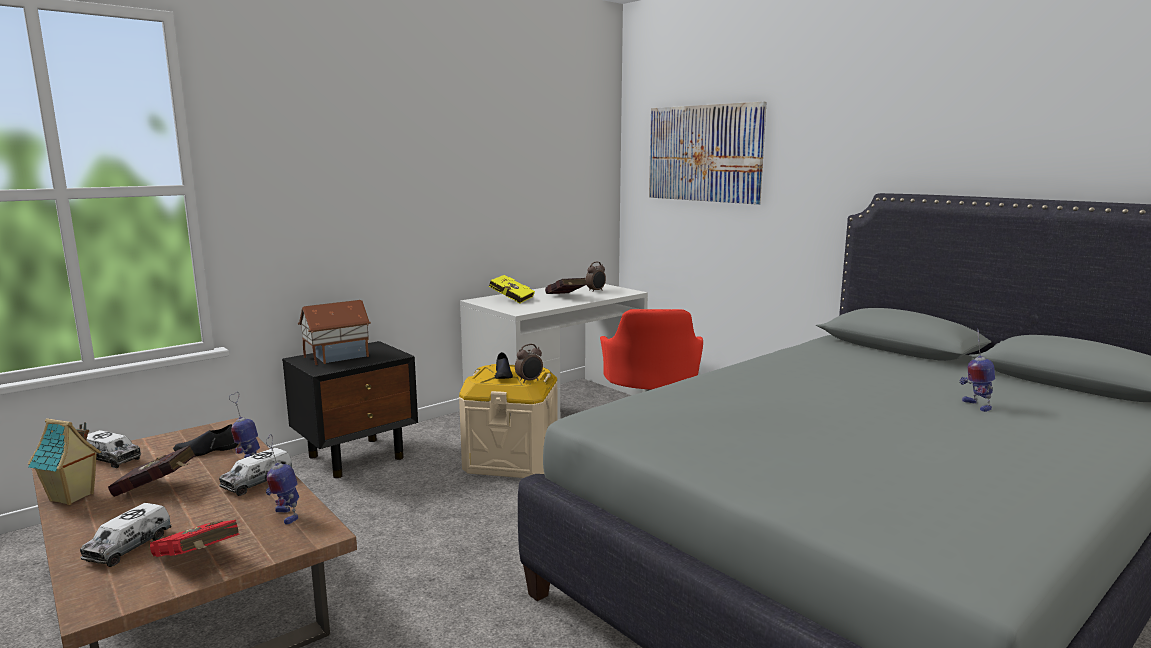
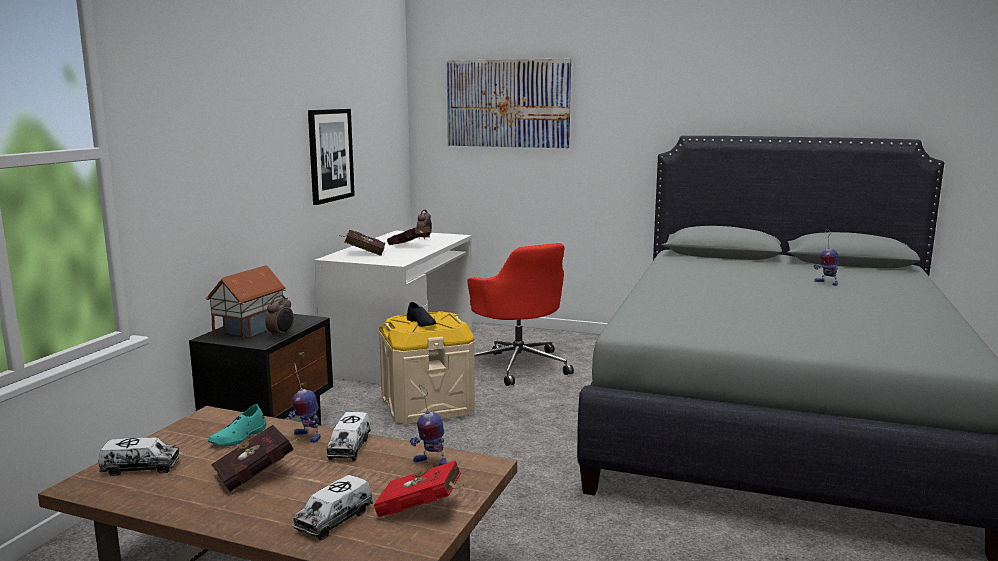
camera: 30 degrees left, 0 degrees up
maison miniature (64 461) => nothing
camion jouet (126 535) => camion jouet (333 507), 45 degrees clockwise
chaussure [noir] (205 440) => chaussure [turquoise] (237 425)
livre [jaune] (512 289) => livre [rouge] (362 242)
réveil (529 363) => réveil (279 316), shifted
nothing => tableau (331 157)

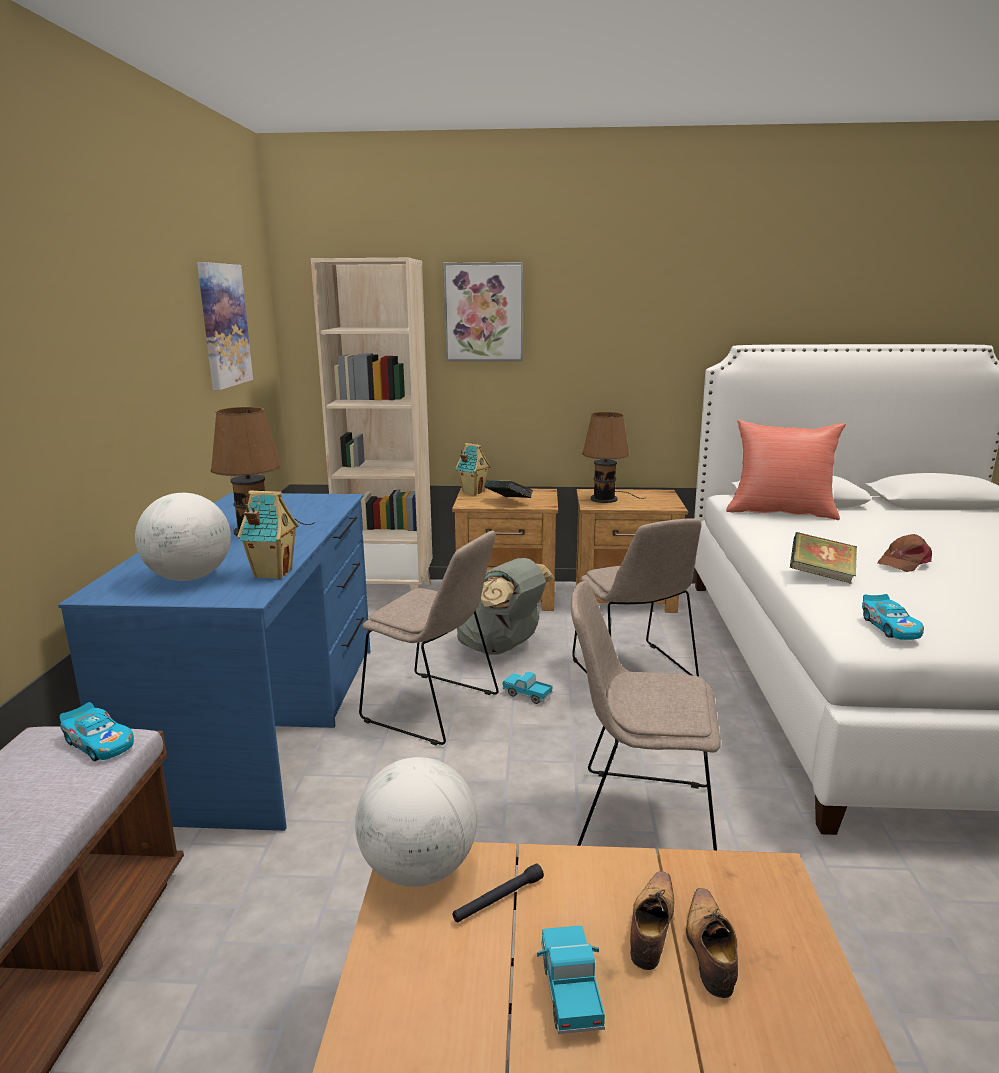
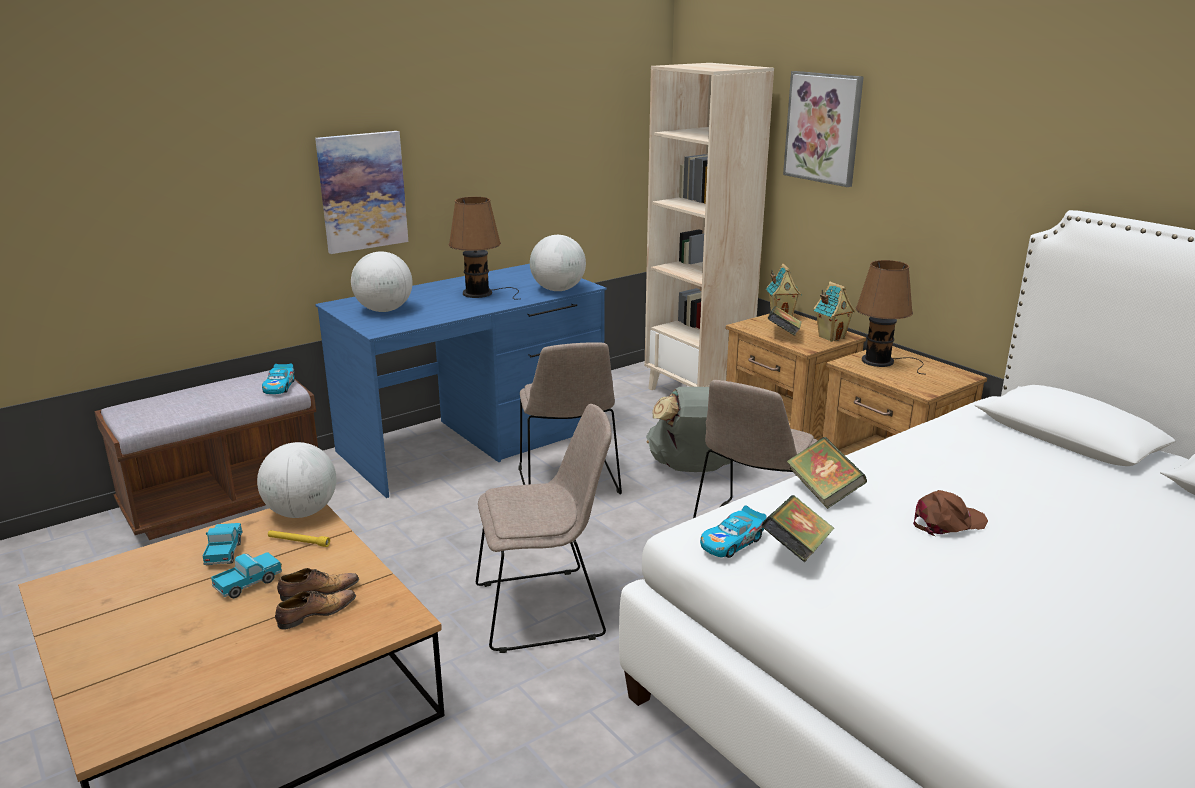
camera: 50 degrees right, 5 degrees up
tableau (225 326) => tableau (361 192), shifted
maison miniature (268 534) => maison miniature (834 312), shifted
lampe de poche [noir] (498 892) => lampe de poche [jaune] (299 538)
camion jouet (527 688) => camion jouet (223 544), shifted
chaise [beige] (646 715) => chaise [beige] (544 528), 105 degrees clockwise
coussin [rouge] (786 470) => nothing
casquette [marron] (904 553) => casquette [marron] (950 513), 150 degrees clockwise
nothing => globe (558 263)
nothing => livre (797 529)

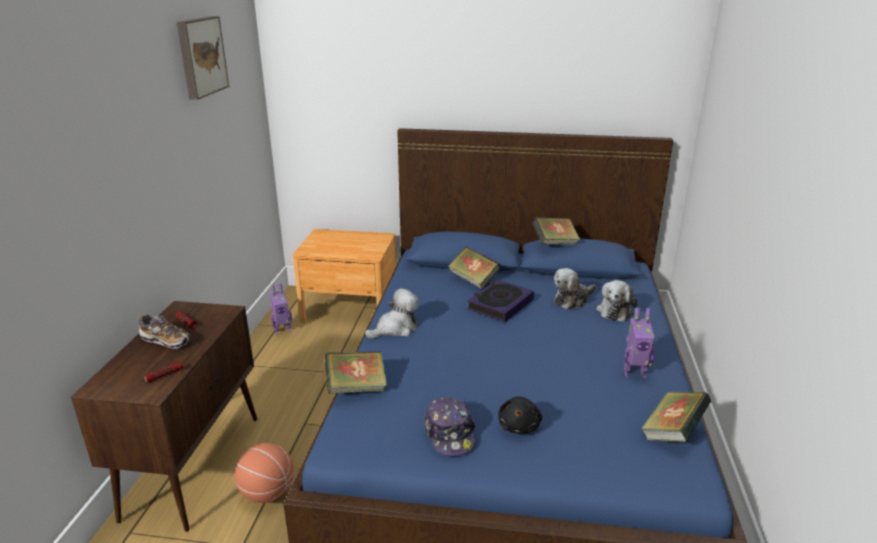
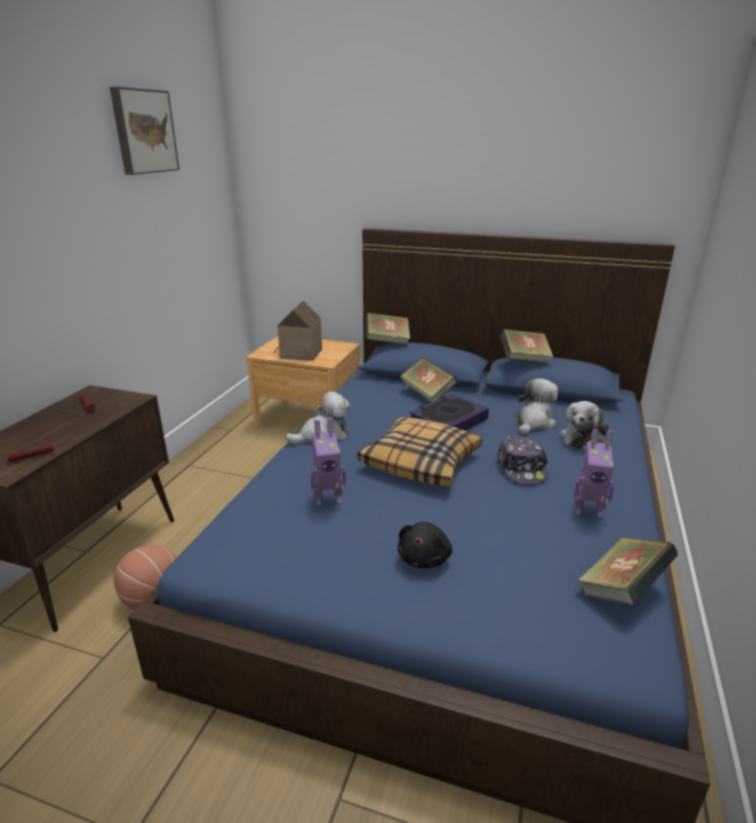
camera: 10 degrees right, 0 degrees up
chaussure (164 331) => nothing
robot jouet (281 309) => robot jouet (328 462), shifted
livre (356 372) => livre (387 328), shifted
casquette (450 427) => casquette (522 460), shifted
peluche (575 289) => peluche (537 407), 150 degrees clockwise
nothing => maison miniature (298 330)
nothing => coussin (420 451)

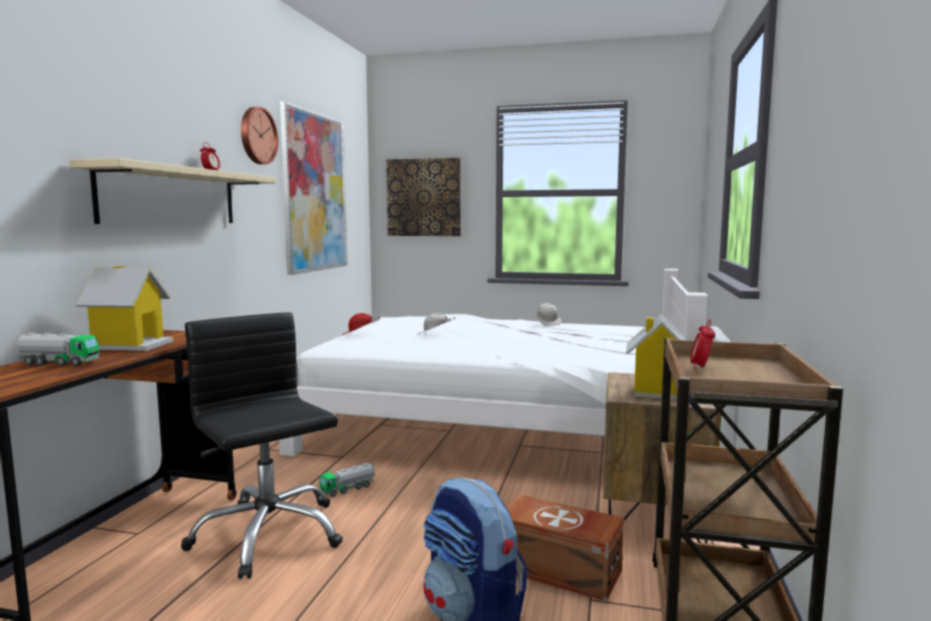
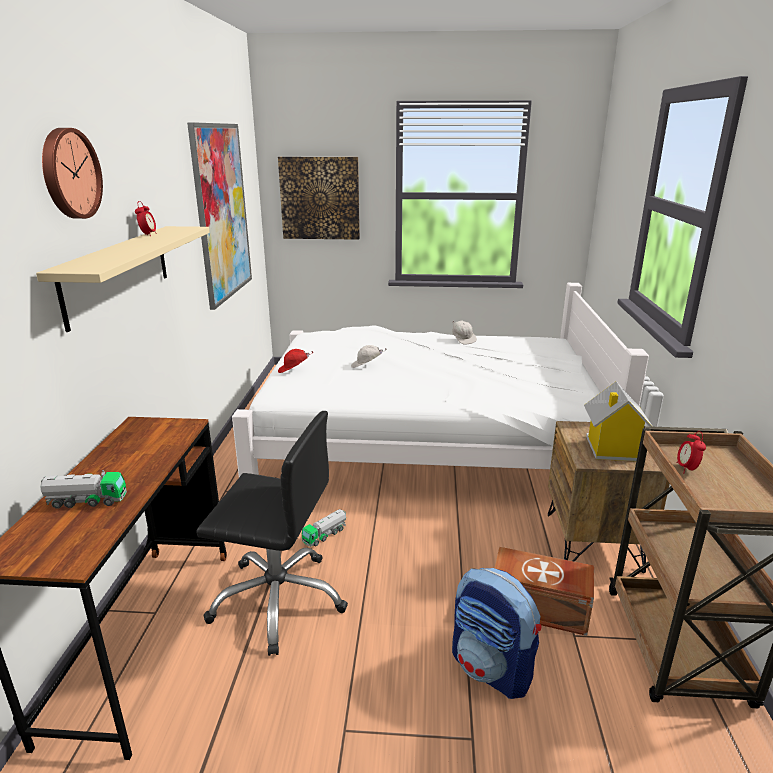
camera: 10 degrees left, 15 degrees up
maison miniature (124 308) => nothing
chaise de bureau [noir] (262 445) => chaise de bureau [noir] (272 533), 150 degrees clockwise
horloge murale (259 135) => horloge murale (72 173), shifted

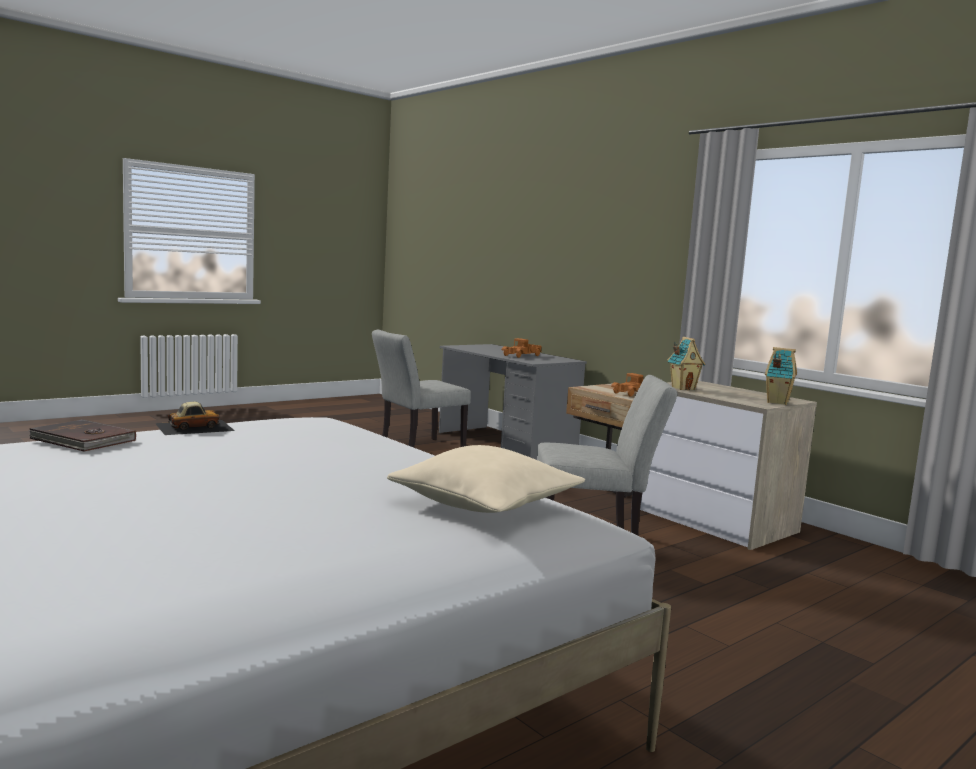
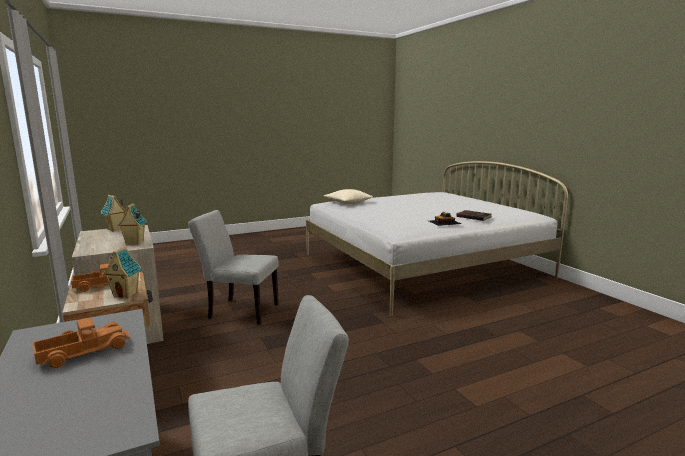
camera: 165 degrees left, 5 degrees up
nothing => maison miniature (122 272)

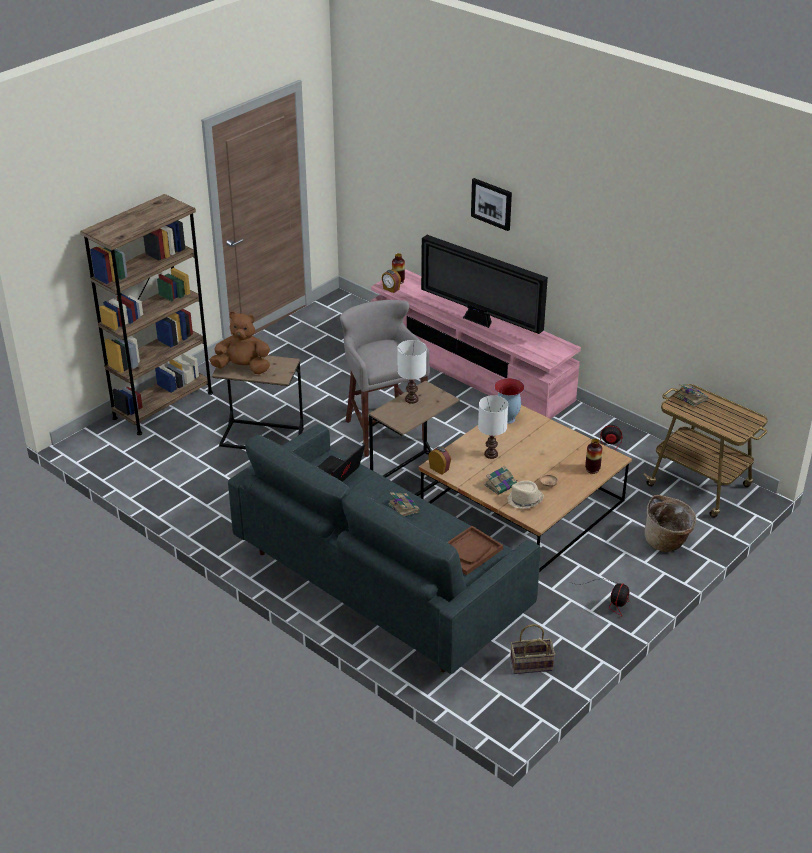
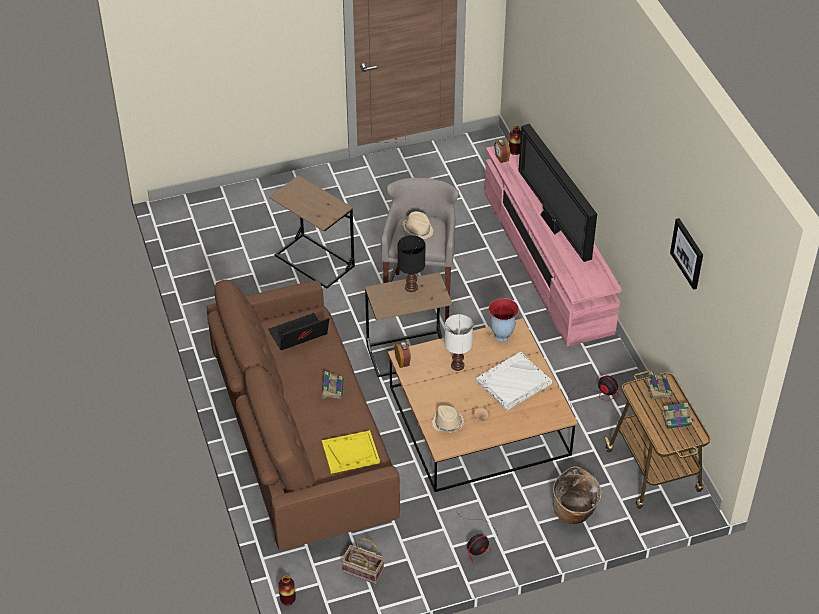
camera: 30 degrees right, 10 degrees up
bibliothèque [marron] (146 314) => nothing
peluche [marron] (239 342) => nothing
canapé [gris] (384 549) => canapé [marron] (303 415)
lampe de table [blanc] (411 372) => lampe de table [noir] (412 263)
plateau [marron] (475 550) => plateau [jaune] (351 452)
tableau (491 204) => tableau (686 254), shifted
livre (501 480) => livre (677 416), shifted
vase (594 456) => vase (287 590), shifted
nothing => chapeau [beige] (417 225)
nothing => plateau [blanc] (514 381)

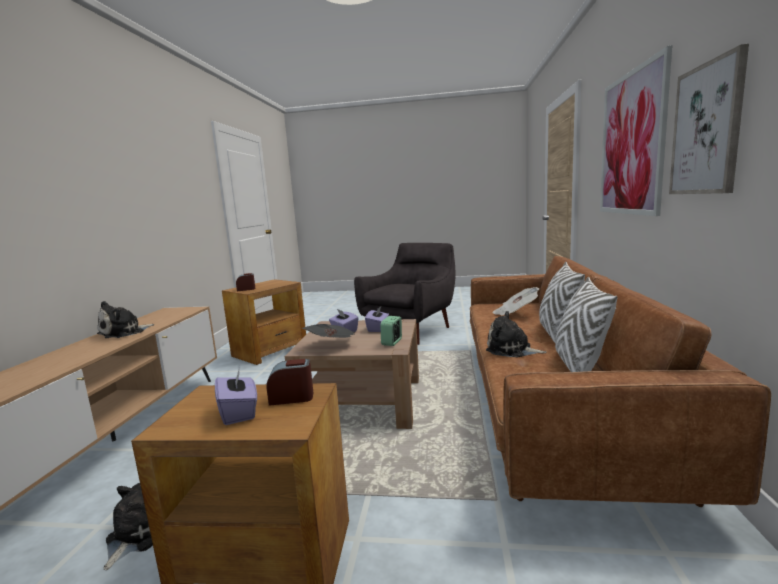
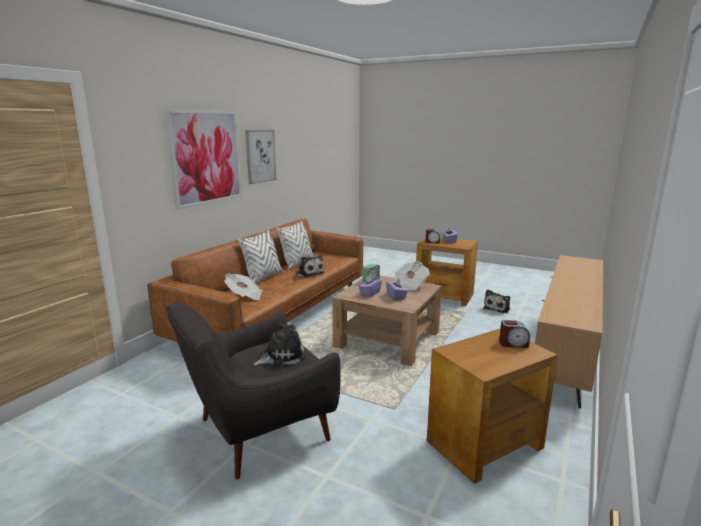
camera: 160 degrees left, 5 degrees up
peluche (125 319) => peluche (279 344), shifted

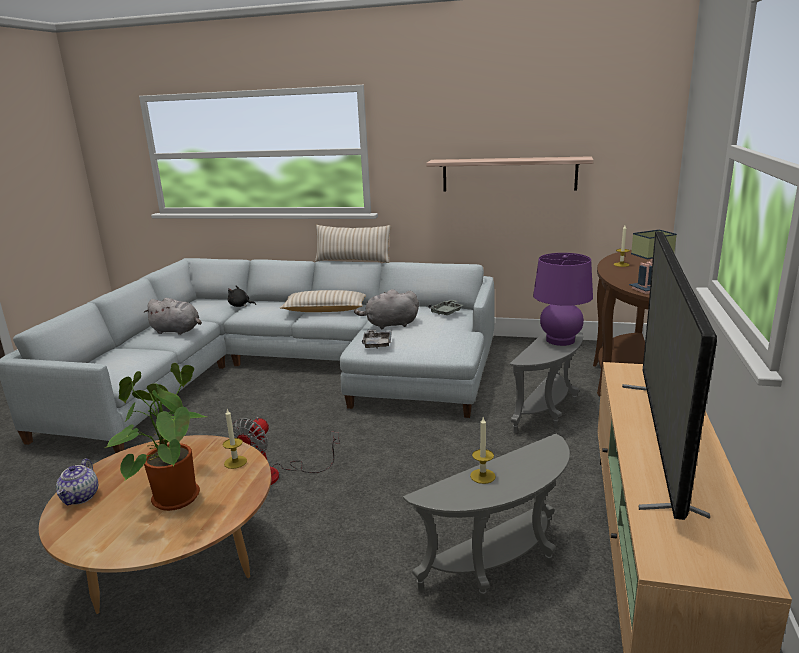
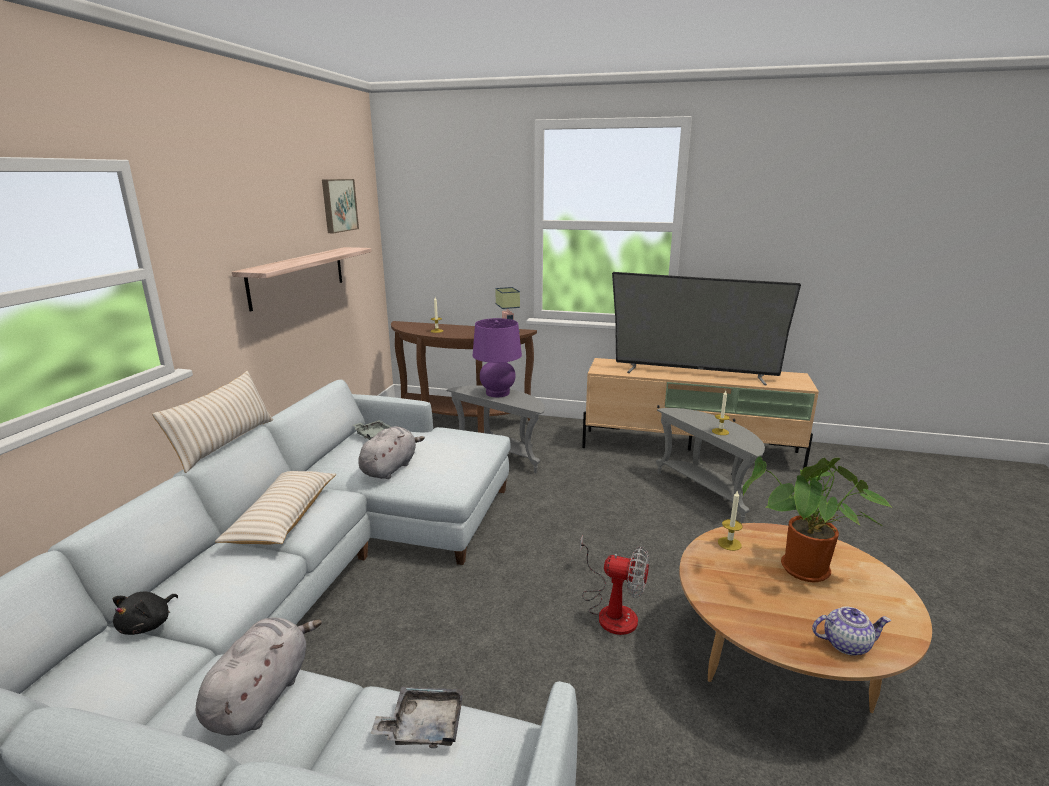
camera: 90 degrees left, 0 degrees up
peluche [gris] (386 309) => peluche [gris] (391 452), 150 degrees counterclockwise
plateau [gris] (377 339) => plateau [gris] (416 717), shifted
nothing => tableau (340 206)

